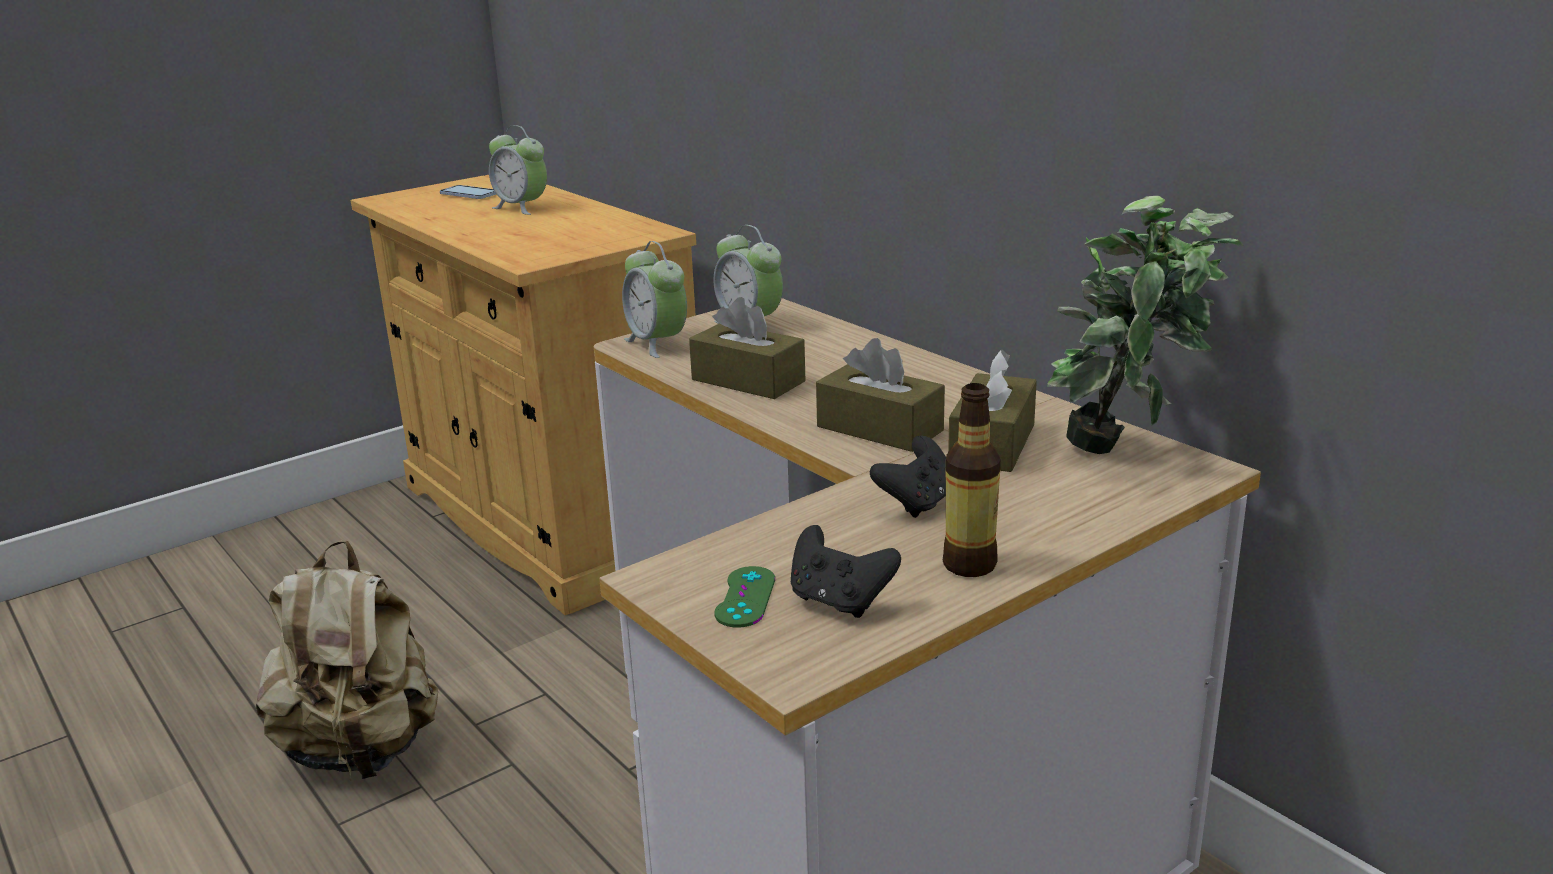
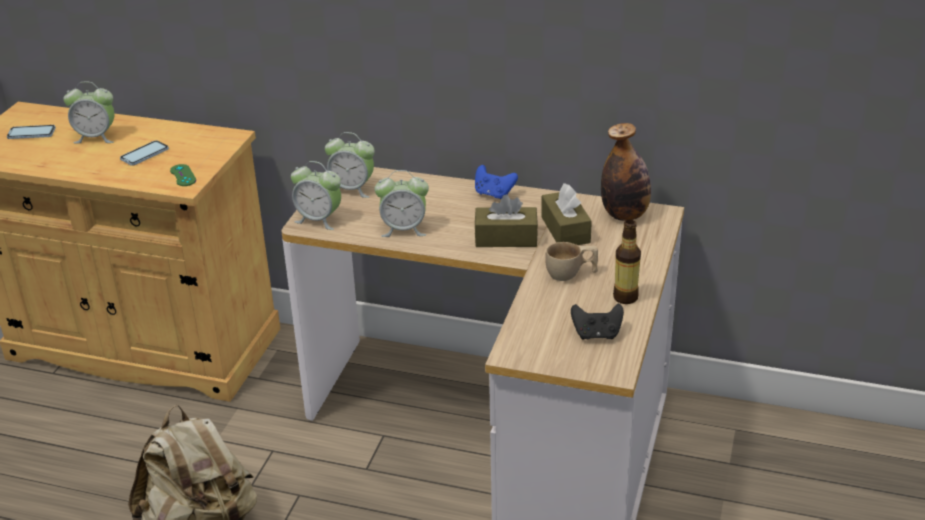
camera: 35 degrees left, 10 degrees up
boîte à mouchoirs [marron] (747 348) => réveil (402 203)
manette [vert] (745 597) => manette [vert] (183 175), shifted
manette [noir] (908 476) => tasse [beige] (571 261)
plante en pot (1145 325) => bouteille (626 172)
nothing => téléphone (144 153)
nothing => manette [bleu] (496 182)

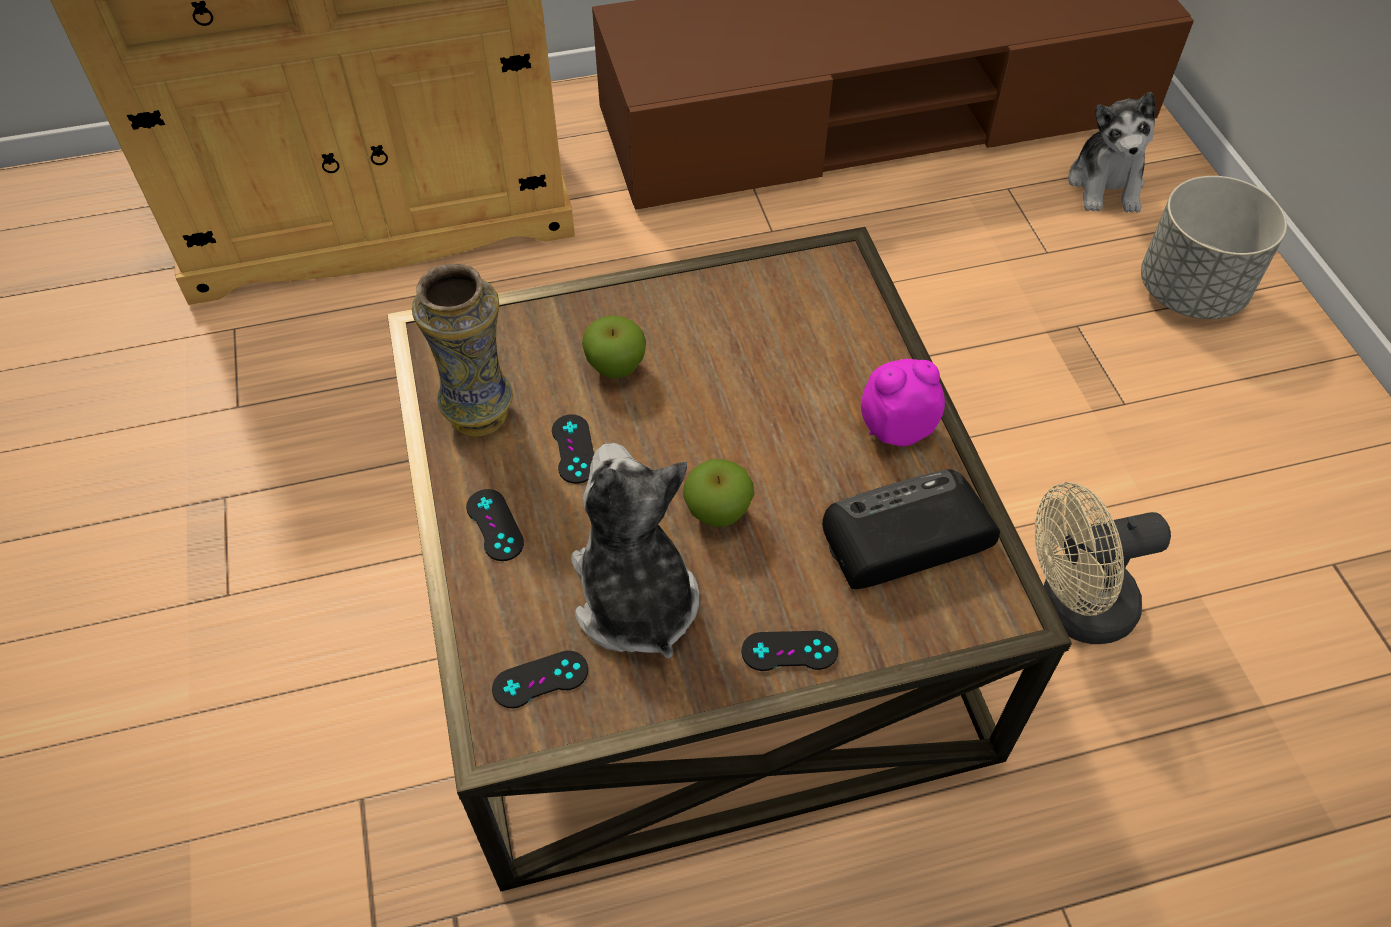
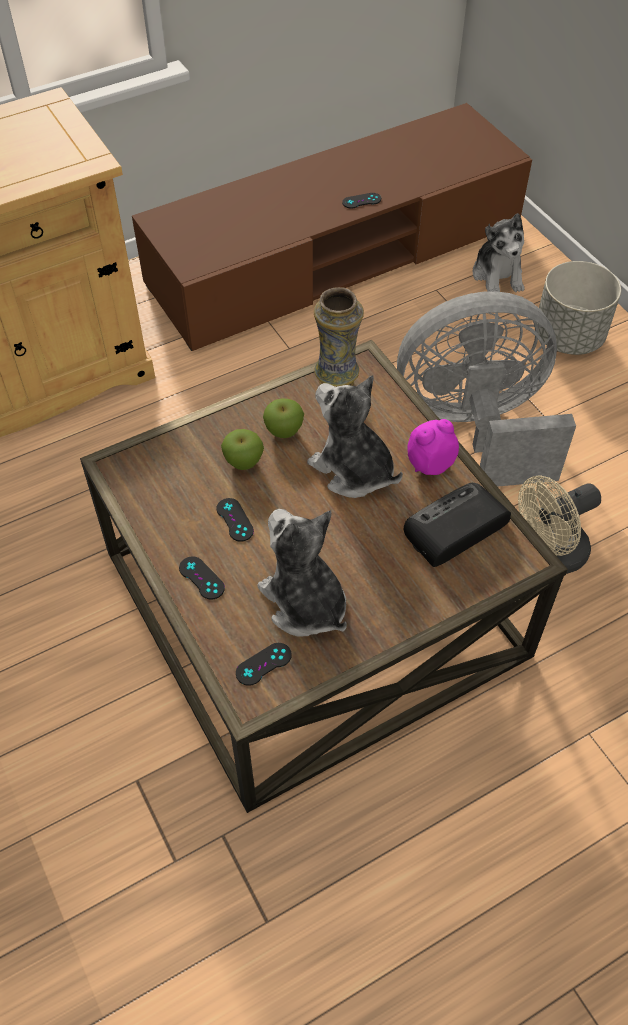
camera: 15 degrees left, 0 degrees up
vase (462 350) => vase (339 337), shifted
pomme (718 493) => pomme (283 418), shifted
manette [noir] (789 651) => manette [noir] (361 201), shifted
nothing => peluche (355 436)
nothing => ventilateur [gris] (486 389)

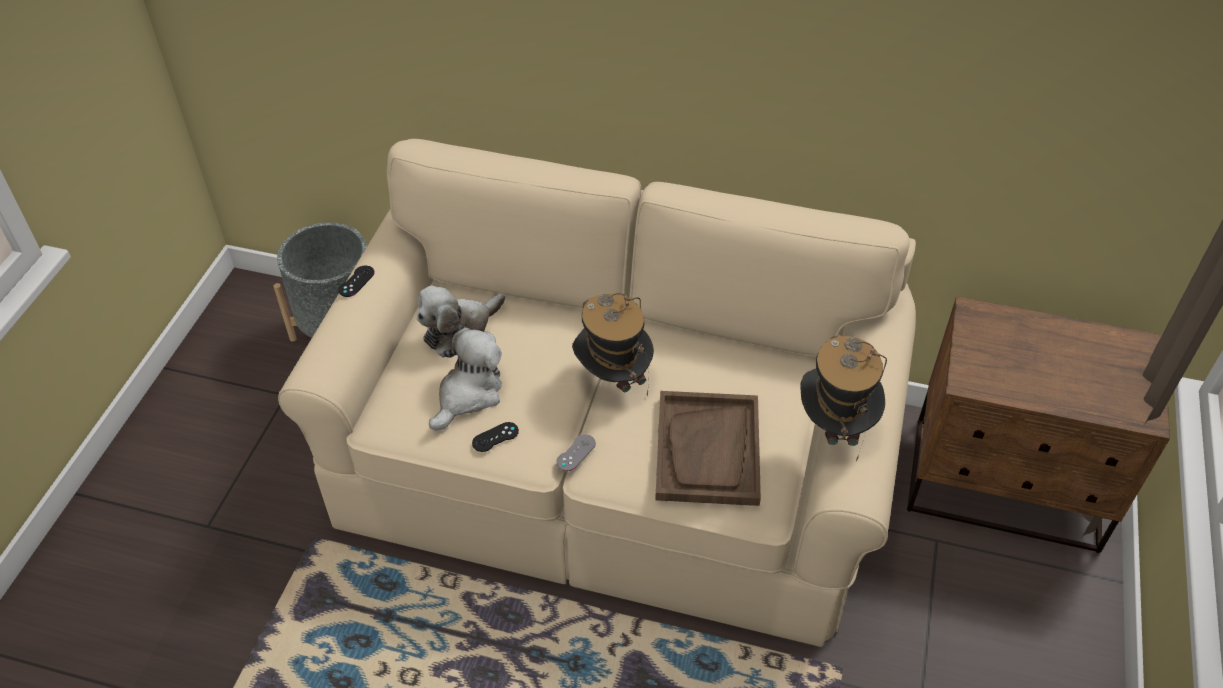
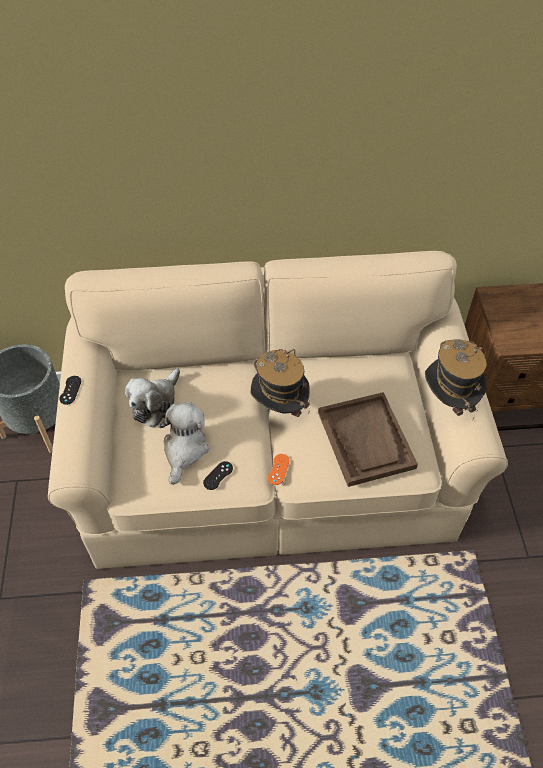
camera: 20 degrees left, 5 degrees up
manette [gris] (576 452) => manette [orange] (279 469)

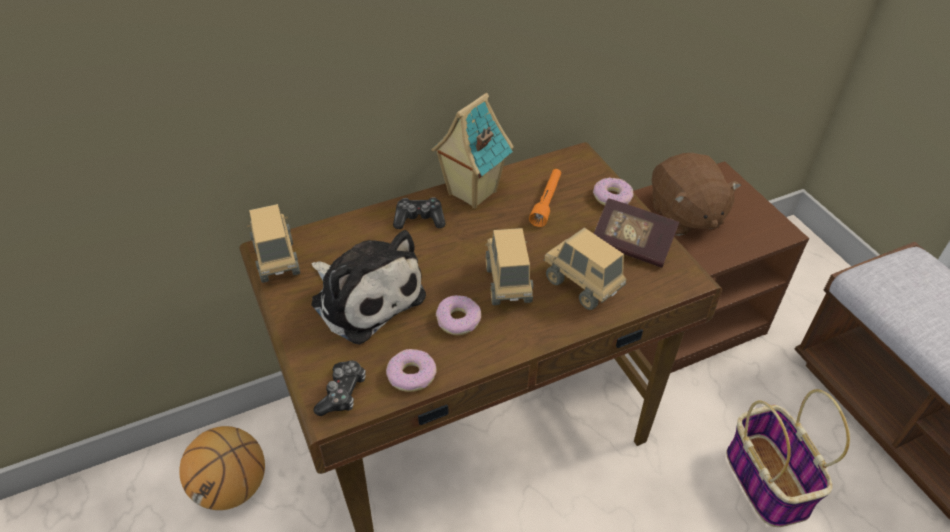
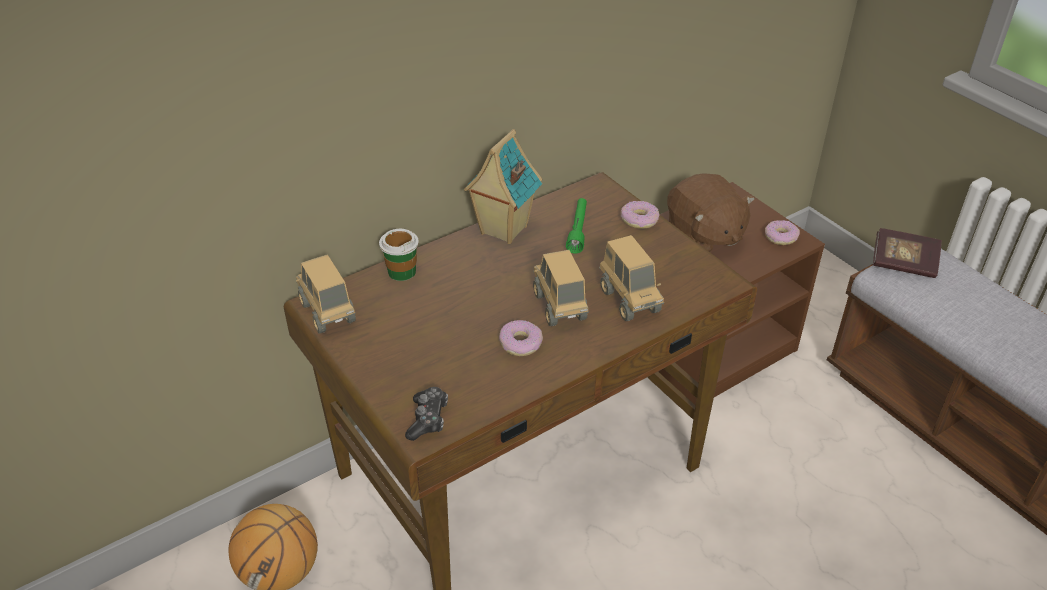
camera: 10 degrees left, 5 degrees down
peluche (368 287) => nothing
beignet (411 370) => beignet (782 232), shifted
manette (419 213) => nothing
lampe de poche [orange] (545 198) => lampe de poche [vert] (576 226)
camion jouet (584 268) => camion jouet (631 278), 150 degrees counterclockwise
livre (636 232) => livre (907 253), shifted
panier (788 458) => nothing
nothing => tasse (399 255)

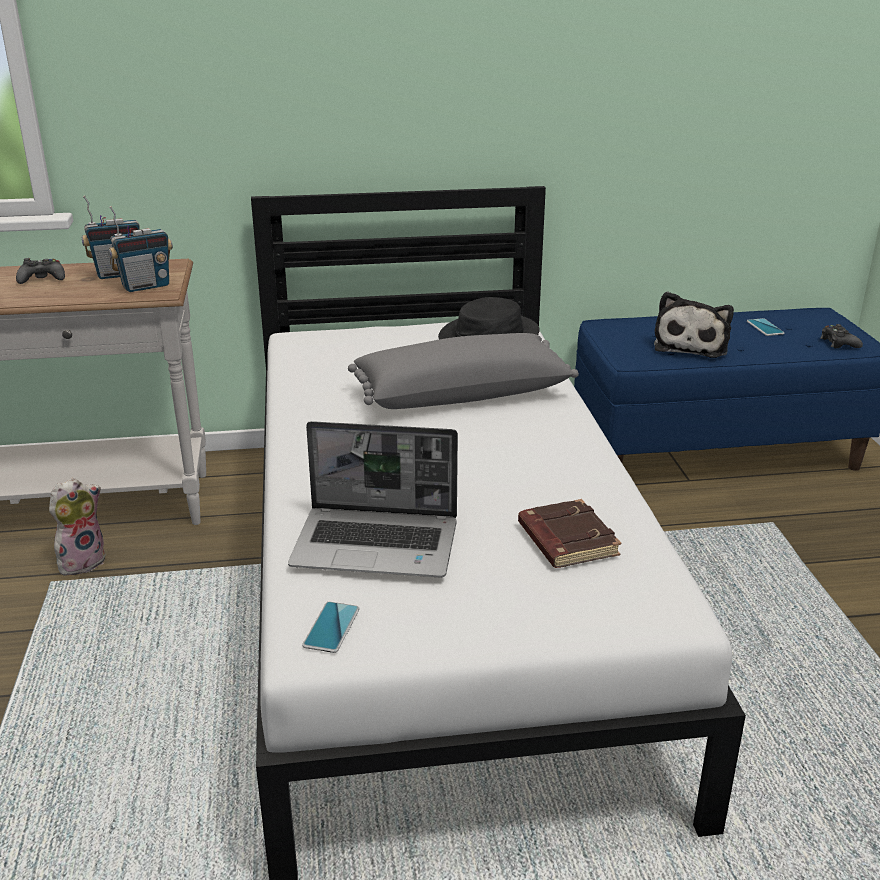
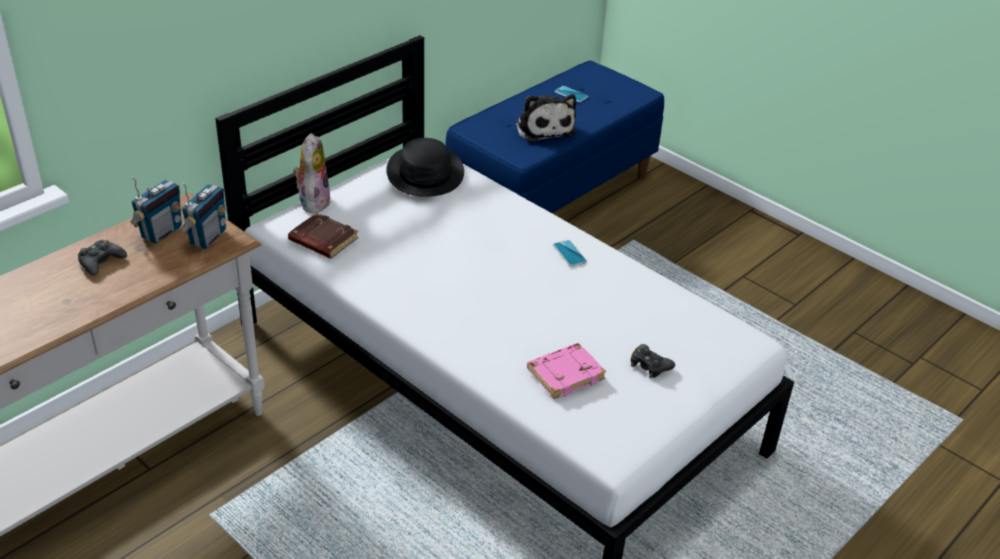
camera: 40 degrees left, 10 degrees up
peluche (77 527) => peluche (311 173), shifted
ordinateur portable (373 499) => livre [rose] (566 371)
téléphone (330 627) => téléphone (570 253), shifted
coussin [gris] (463 371) => nothing
livre [marron] (569 533) => livre [marron] (323 235), shifted
manette [noir] (841 336) => manette [noir] (653 361), shifted

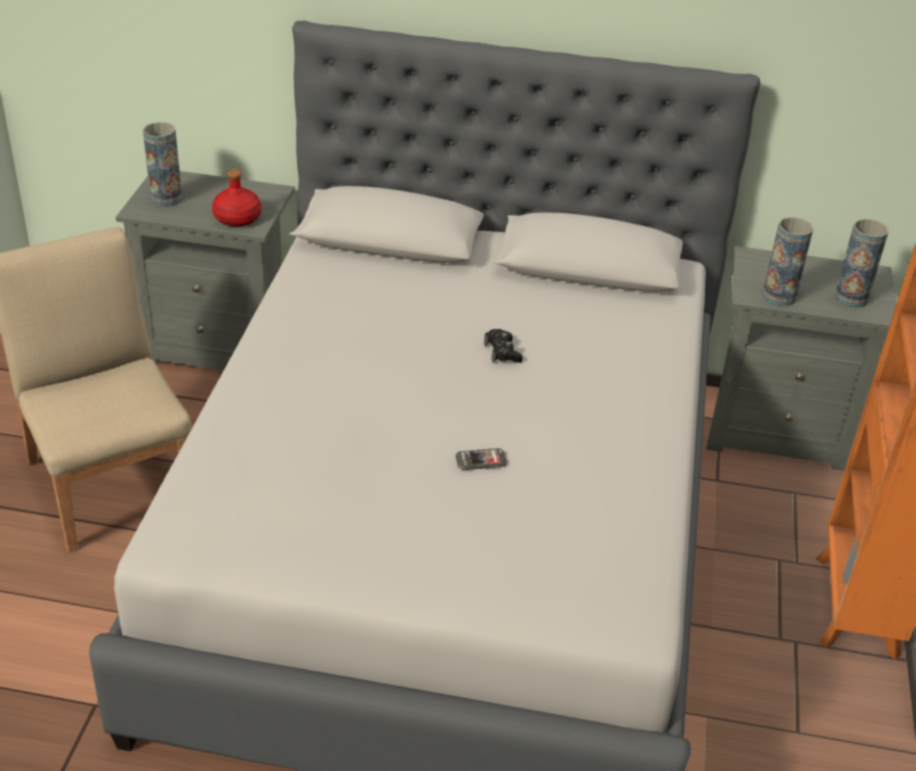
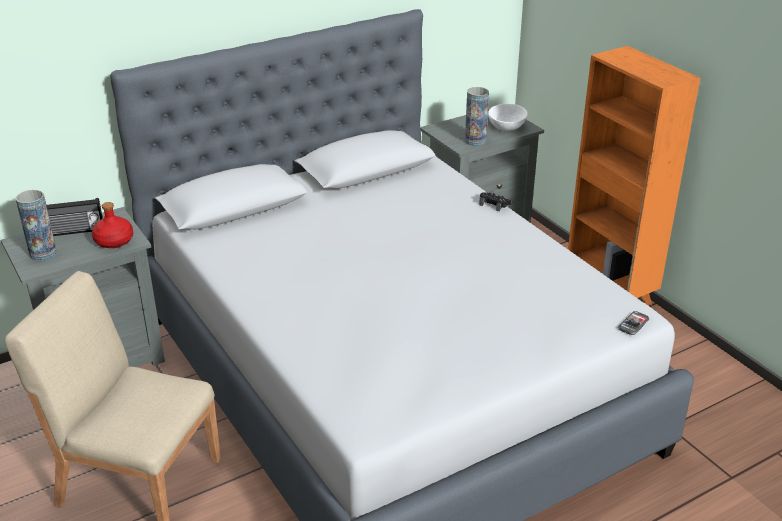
camera: 40 degrees left, 5 degrees down
téléphone (481 459) => téléphone (633 323), shifted
manette [noir] (503 346) => manette [noir] (495 201), shifted
vase (862 263) => bol [blanc] (508 117)
nothing => radio (74 217)

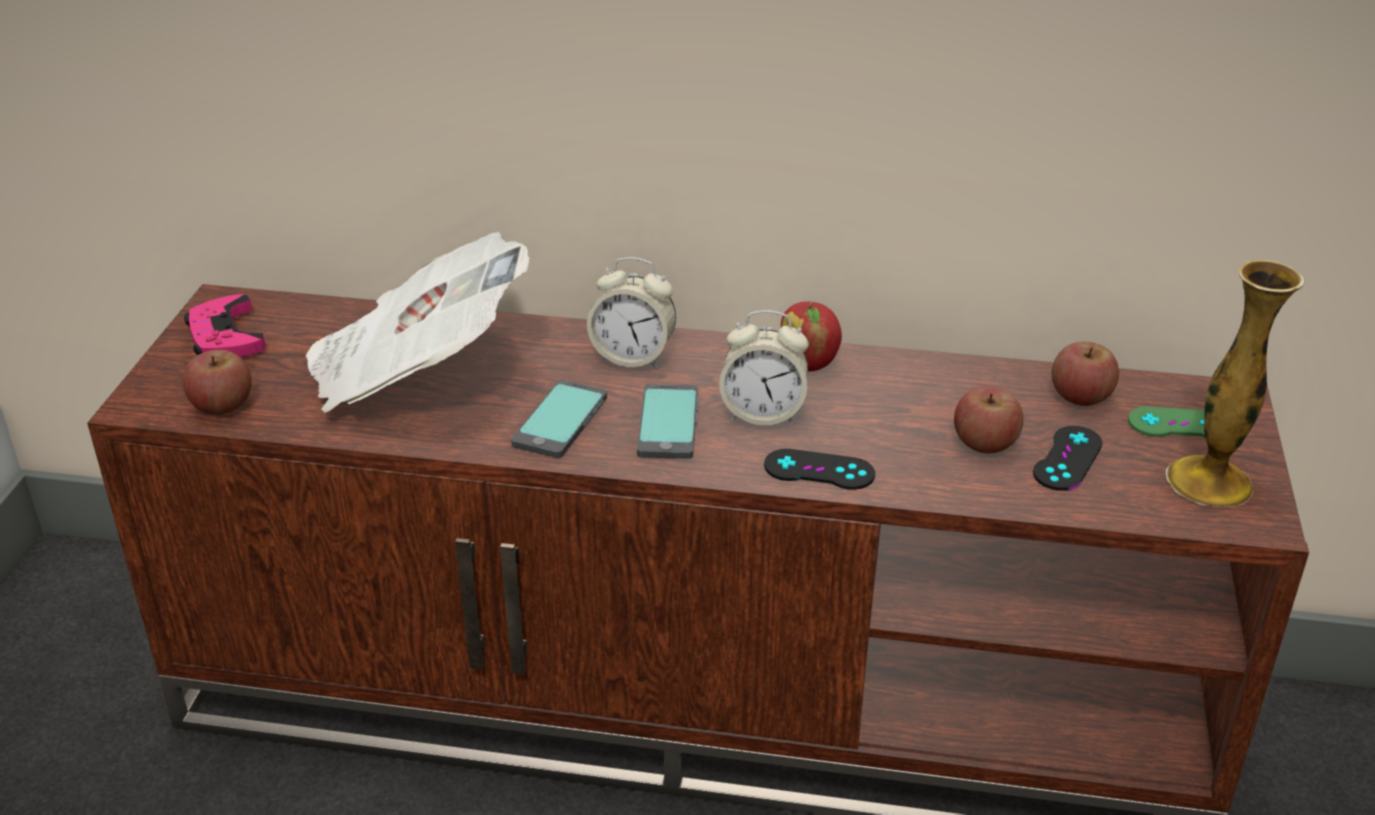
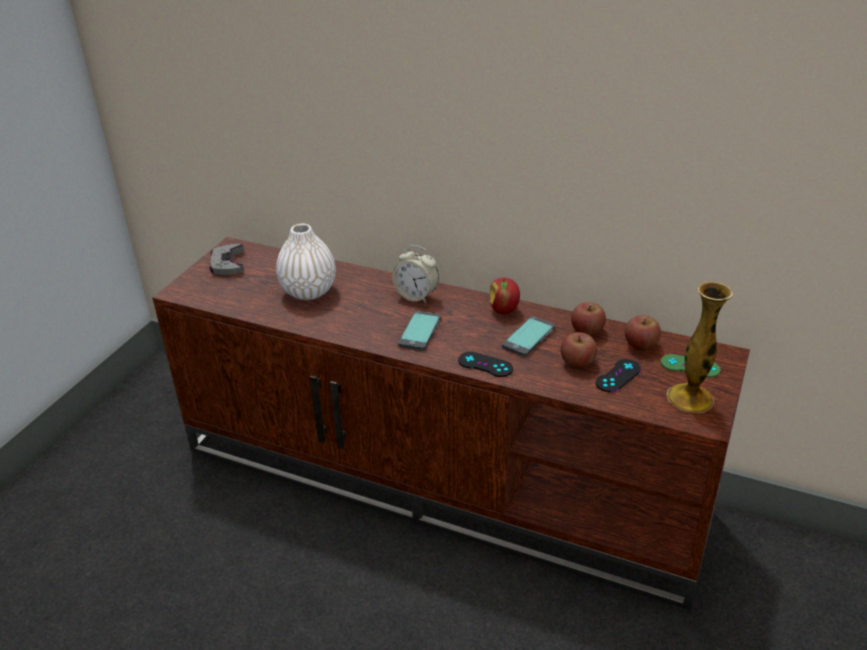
camera: 15 degrees right, 0 degrees up
pomme (217 382) => pomme (588 319), shifted
manette [rose] (225 325) => manette [gris] (227 259)
journal (417 322) => vase [blanc] (306 262)
téléphone (559 419) => téléphone (528 336), shifted
réveil (764 367) => nothing

